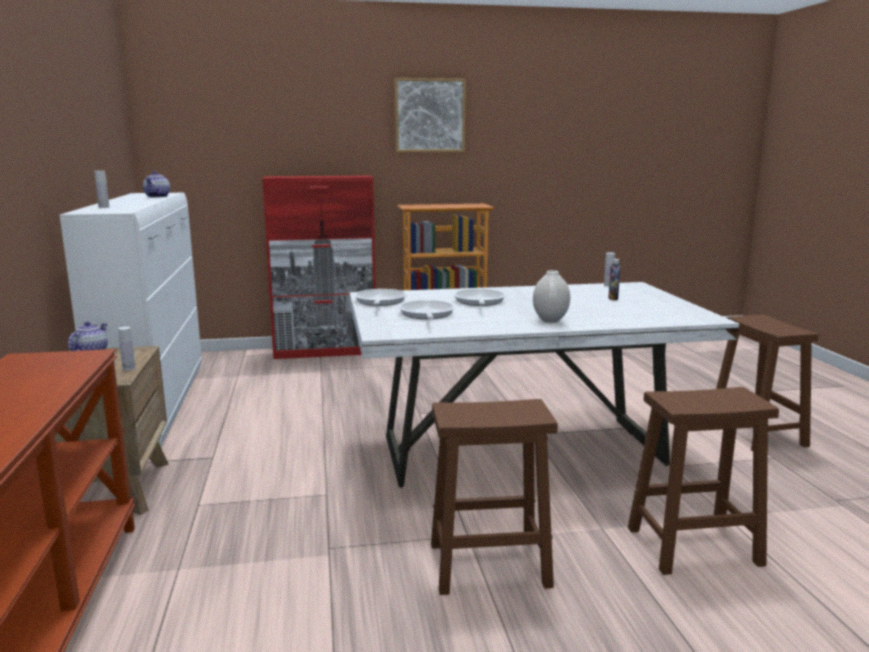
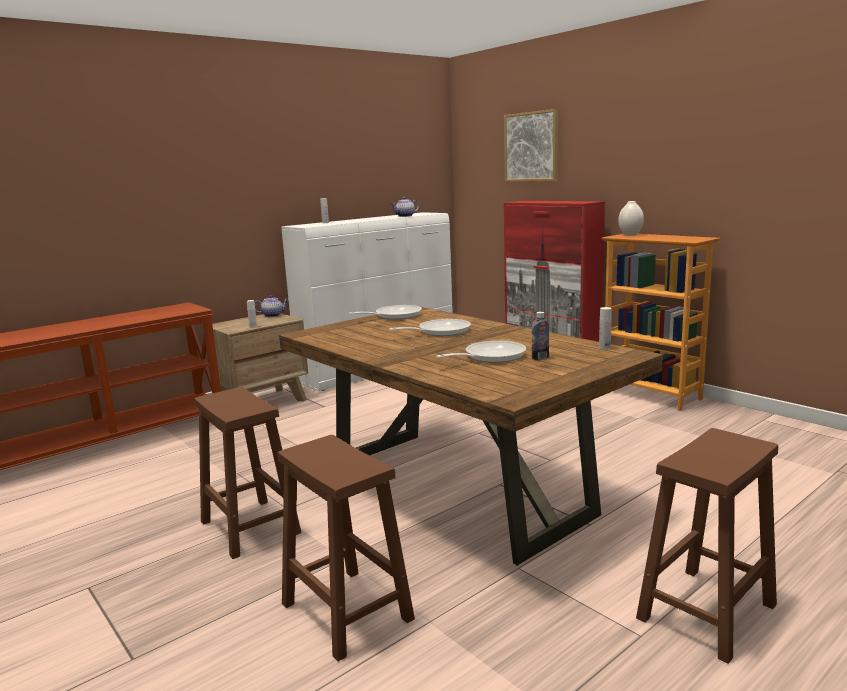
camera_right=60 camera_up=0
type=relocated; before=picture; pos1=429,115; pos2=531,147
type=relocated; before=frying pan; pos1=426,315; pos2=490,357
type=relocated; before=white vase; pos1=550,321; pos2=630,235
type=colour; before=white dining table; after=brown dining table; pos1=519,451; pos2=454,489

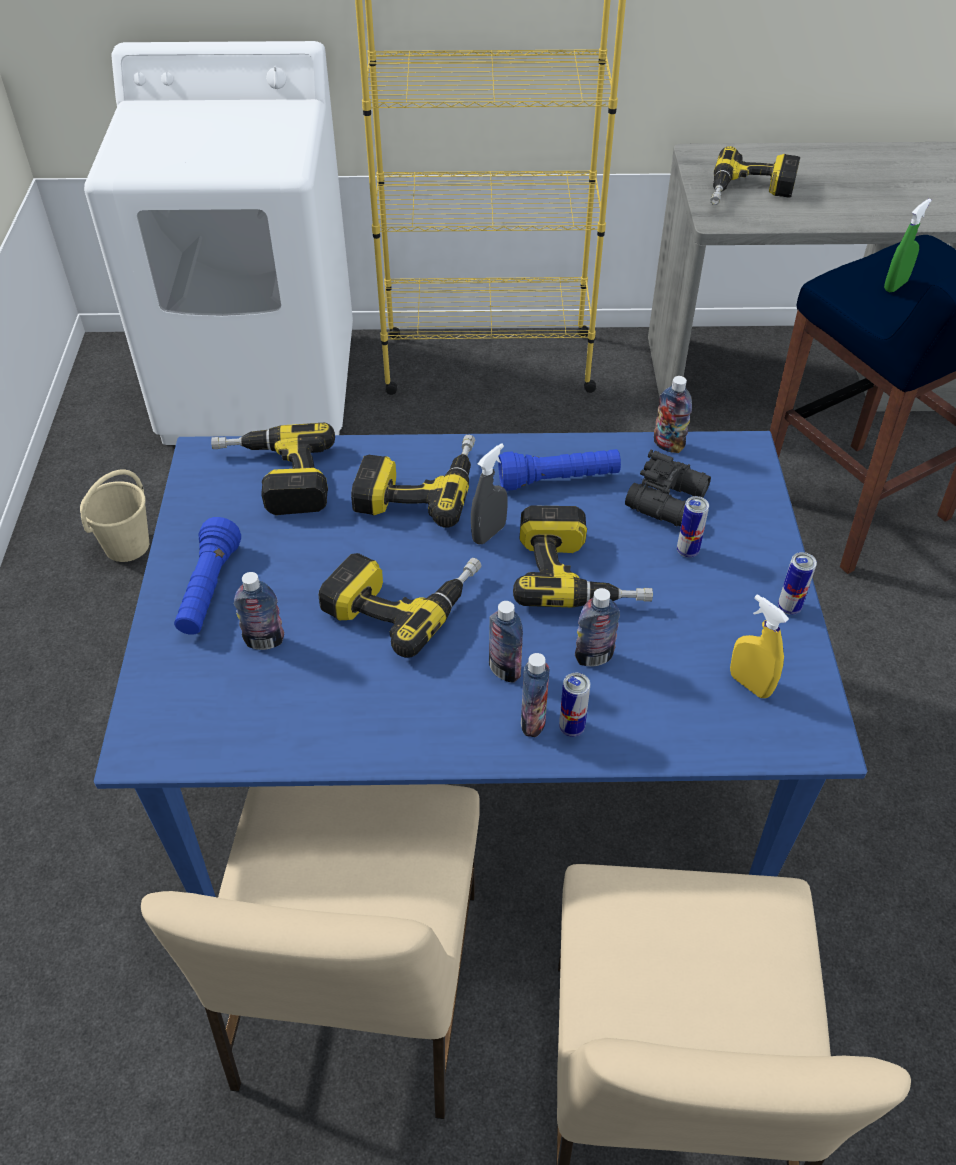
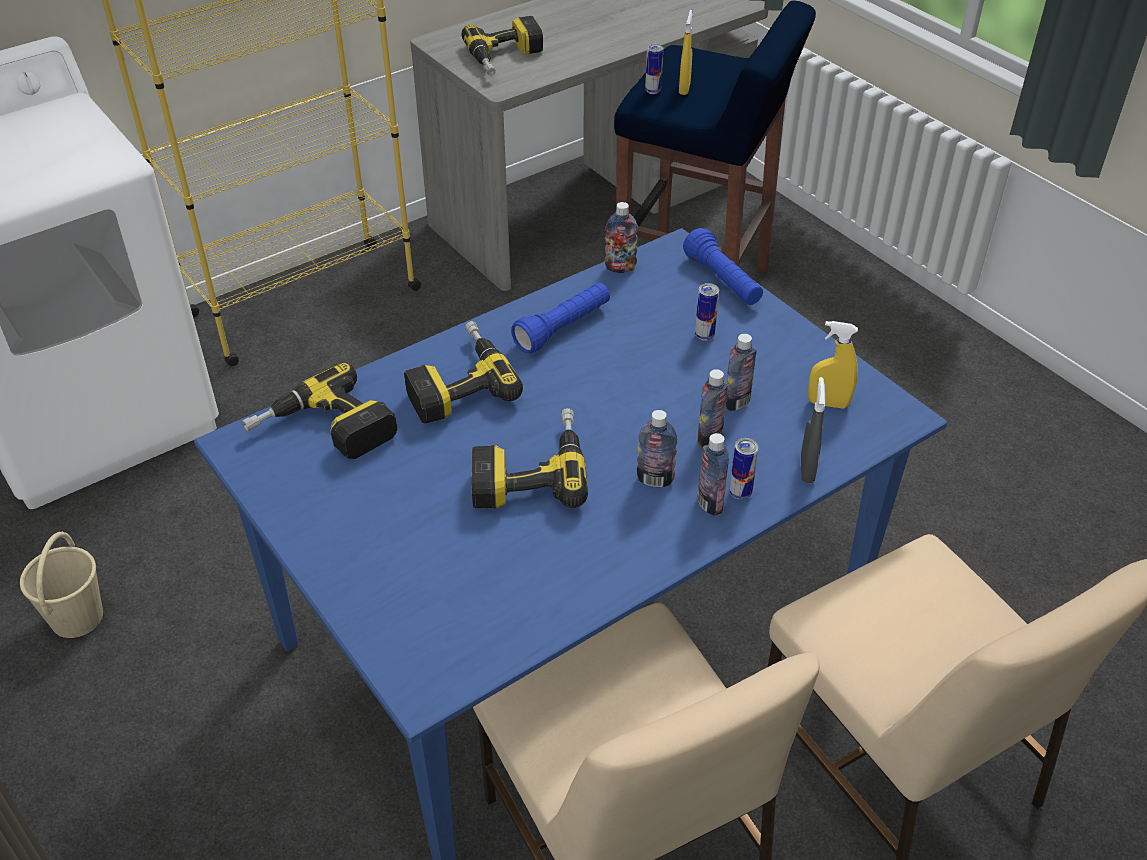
camera_right=-35 camera_up=-5
type=missing; before=power drill; pos1=579,573
type=missing; before=black binoculars; pos1=669,500
type=relocated; before=blue flashlight; pos1=209,590; pos2=723,281
type=relocated; before=bottle; pos1=264,641; pos2=737,402
type=relocated; before=grey spray bottle; pos1=489,533; pos2=807,470
type=relocated; before=can; pos1=789,607; pos2=653,91
type=colour; before=green spray bottle; after=yellow spray bottle; pos1=895,285; pos2=684,88

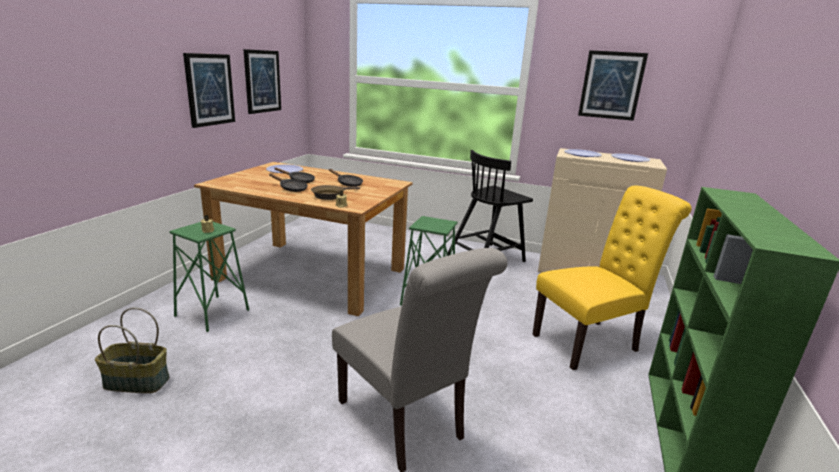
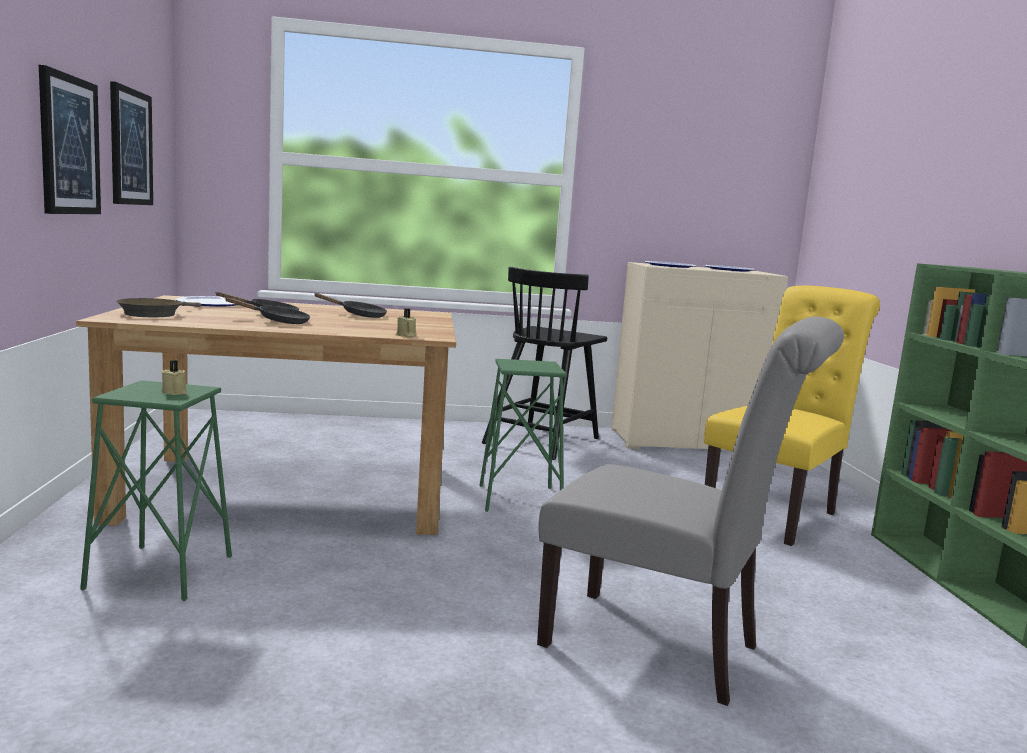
camera_right=-25 camera_up=-10
type=missing; before=basket; pos1=135,382
type=missing; before=picture; pos1=611,85
type=relocated; before=brown frying pan; pos1=330,195; pos2=154,314

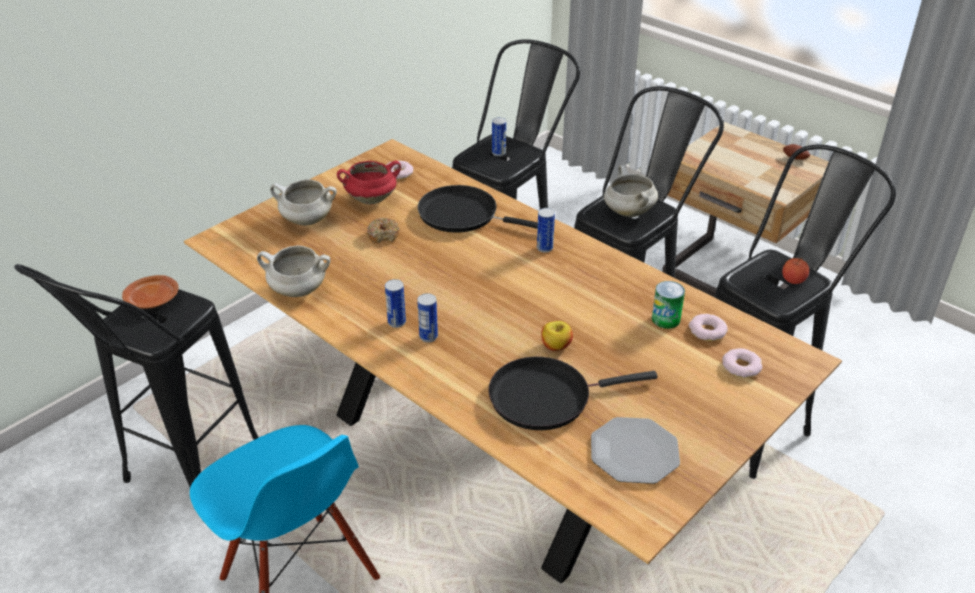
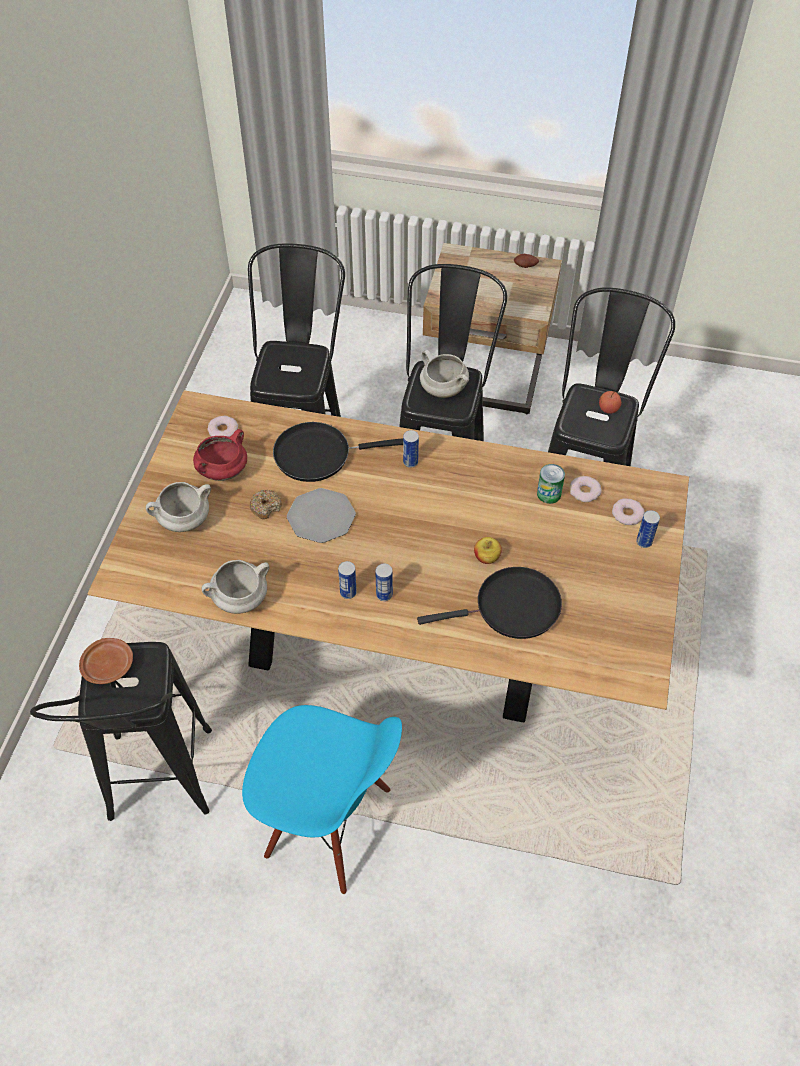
camera_right=-30 camera_up=15
type=relocated; before=can; pos1=498,153; pos2=644,542
type=relocated; before=plate; pos1=634,452; pos2=321,517
type=spun; before=black frying pan; pos1=546,397; pos2=512,608; turn=-150

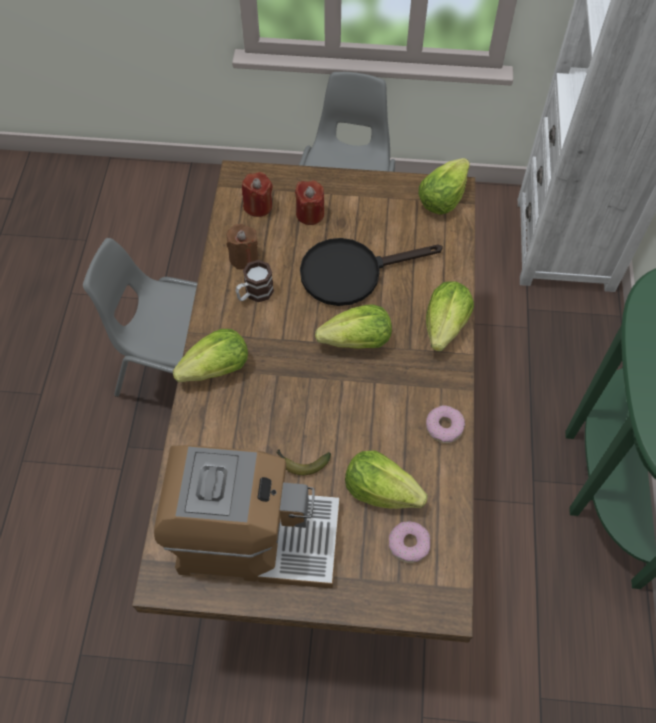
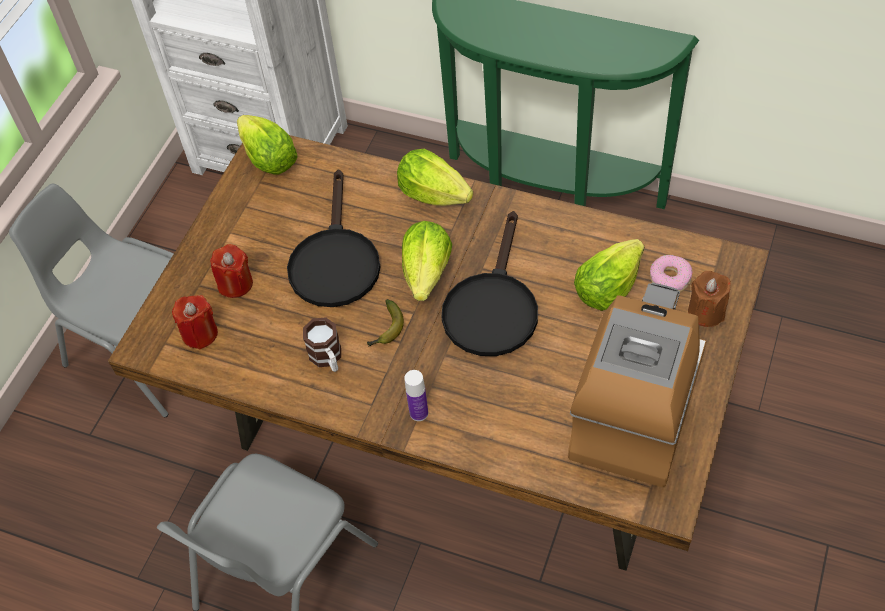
camera_right=-70 camera_up=-5
type=missing; before=donut; pos1=444,427
type=appeared; after=black frying pan; pos2=492,306
type=relocated; before=brown candle; pos1=244,258; pos2=706,312
type=relocated; before=banana; pos1=301,462; pos2=386,329
type=exchanged; before=lettuce; after=bottle; pos1=217,369; pos2=419,413

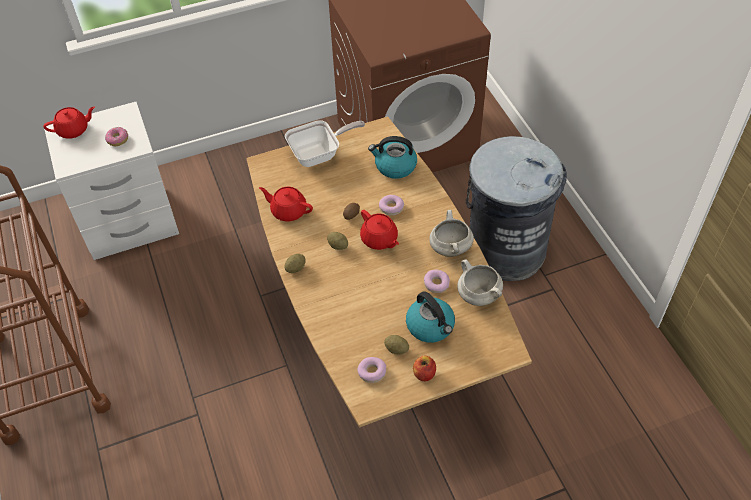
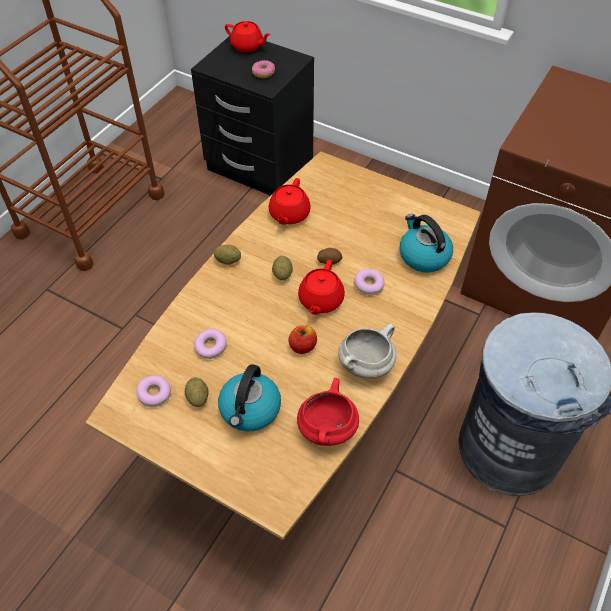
camera_right=50 camera_up=0
type=missing; before=frying pan; pos1=319,154
type=relocated; before=apple; pos1=424,374; pos2=302,346
type=relocated; before=donut; pos1=436,284; pos2=211,347
type=colour; before=white nightstand; after=black nightstand; pos1=130,224; pos2=259,166
type=colour; before=white cooking pot; after=red cooking pot; pos1=478,295; pos2=326,428
type=spun; before=red teapot; pos1=288,210; pos2=289,214; turn=-150

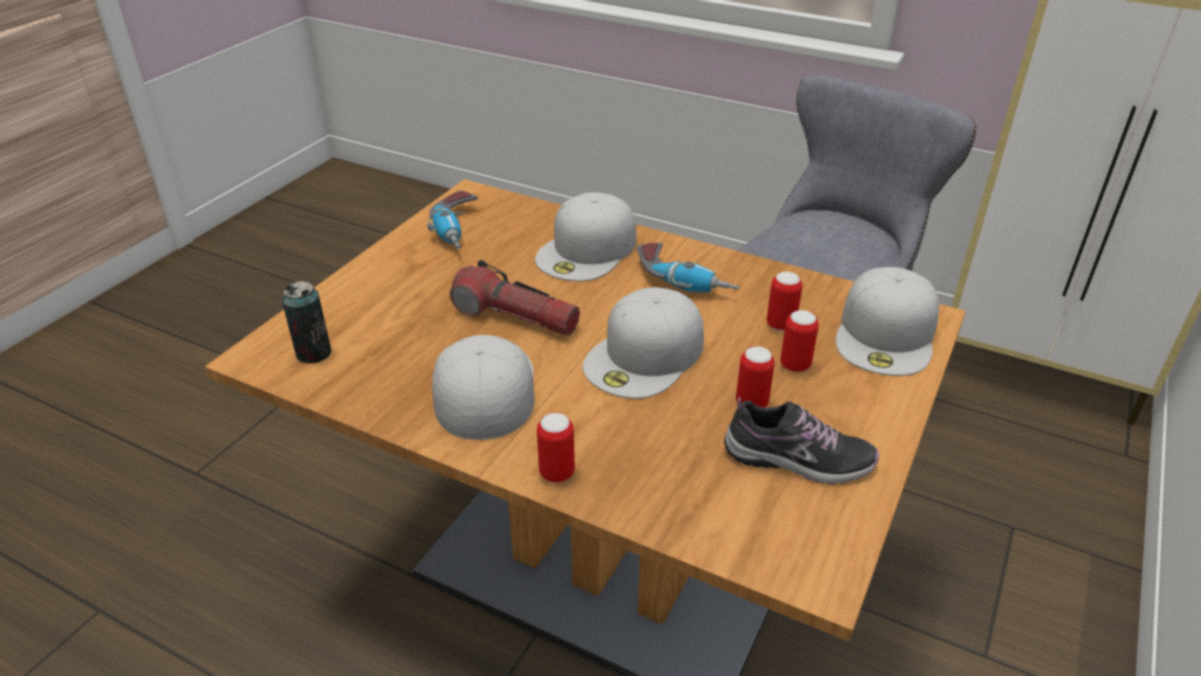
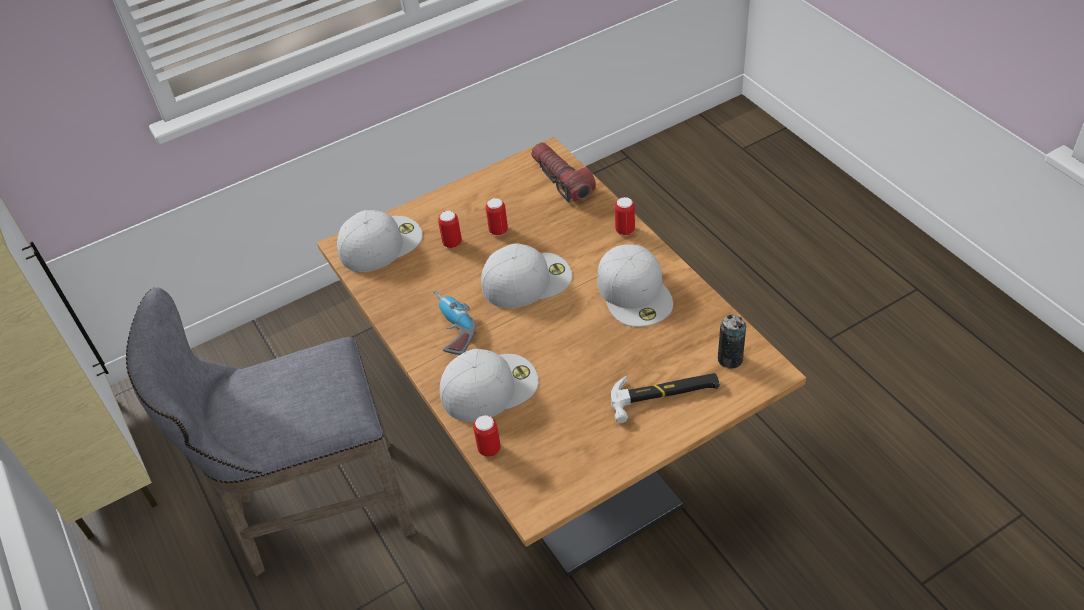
camera_right=-145 camera_up=10
type=missing; before=power drill; pos1=458,231
type=missing; before=shoe; pos1=798,459
type=appeared; after=hammer; pos2=664,395
type=relocated; before=flashlight; pos1=515,316; pos2=562,180
type=relocated; before=can; pos1=780,325; pos2=489,449
type=spun; before=white cap; pos1=483,388; pos2=635,292; turn=-45

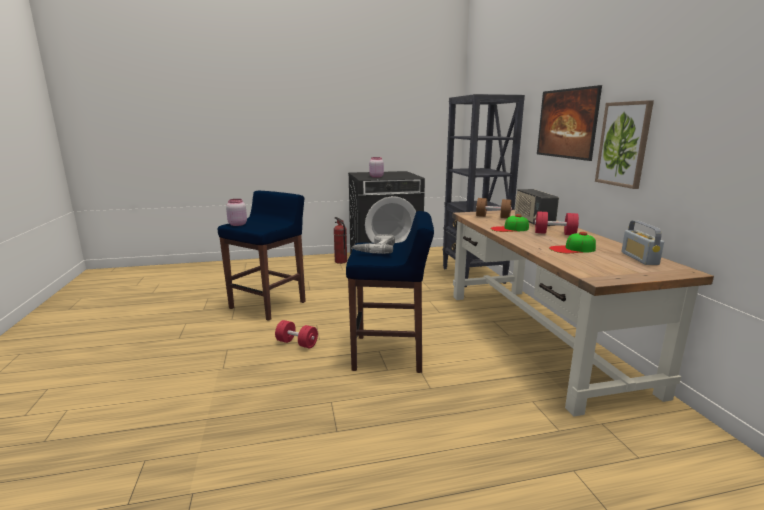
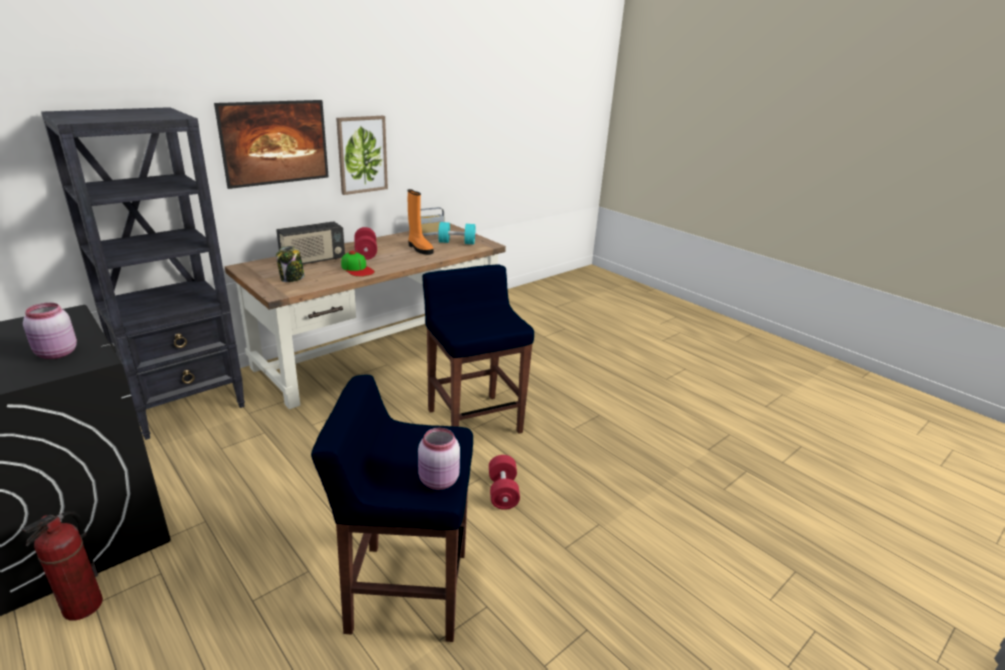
camera_right=-120 camera_up=10
type=missing; before=power drill; pos1=375,249
type=appeared; after=turquoise dumbbell; pos2=457,242
type=exchanged; before=brown dumbbell; after=jar; pos1=493,217; pos2=292,278
type=exchanged; before=cap; after=orange boot; pos1=572,249; pos2=419,248

